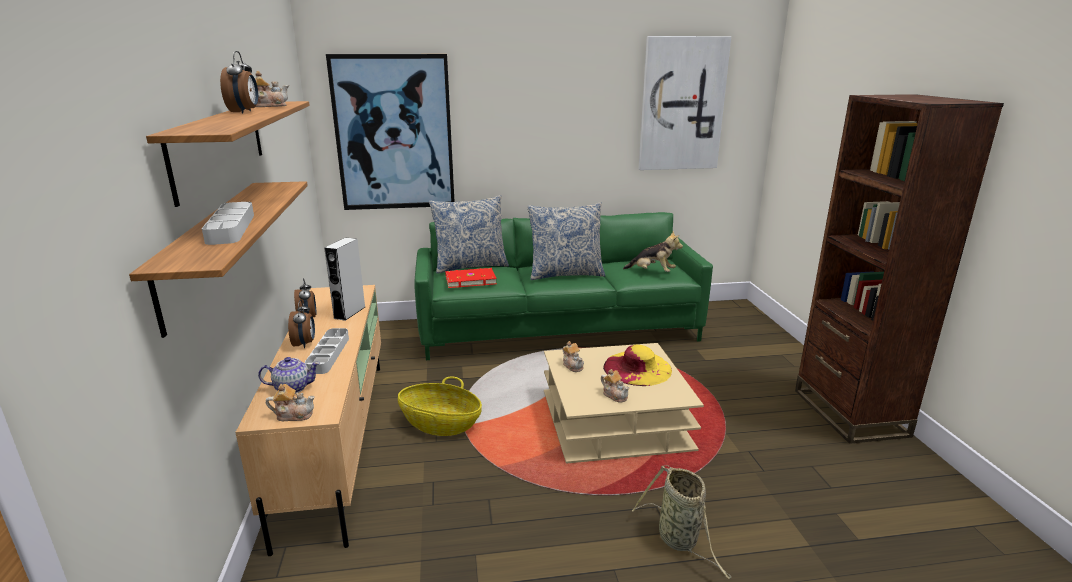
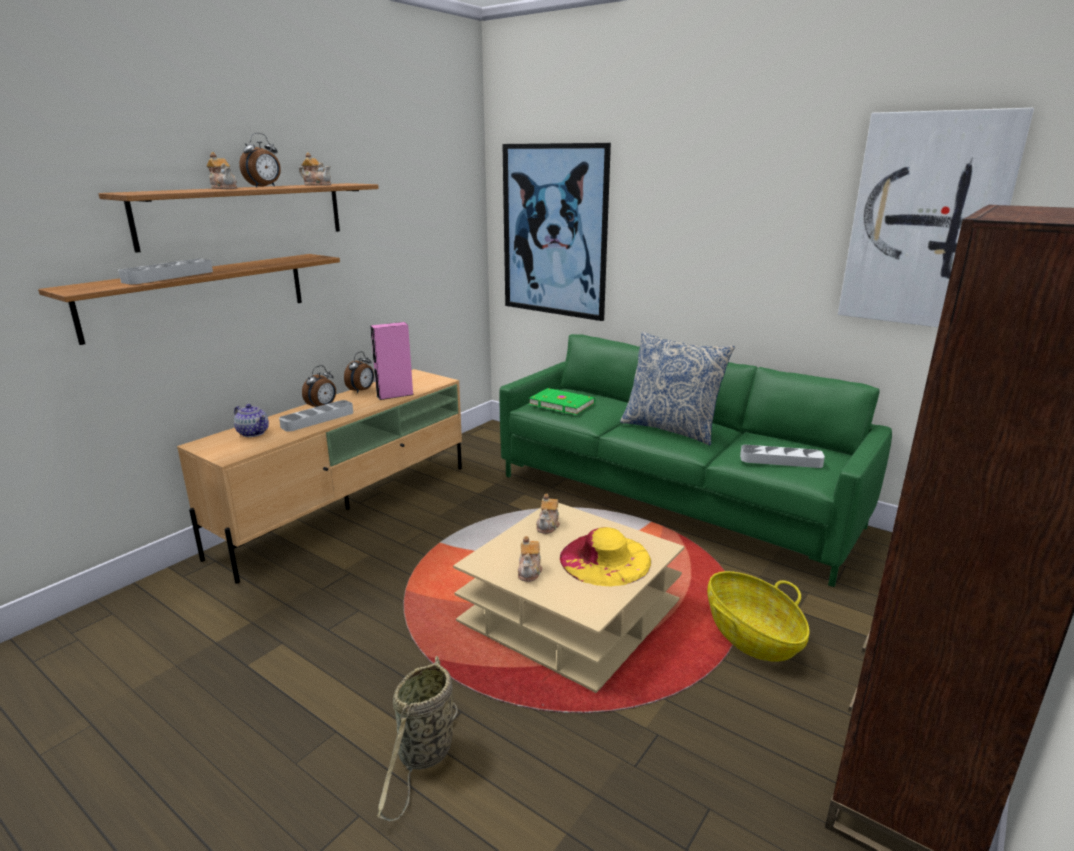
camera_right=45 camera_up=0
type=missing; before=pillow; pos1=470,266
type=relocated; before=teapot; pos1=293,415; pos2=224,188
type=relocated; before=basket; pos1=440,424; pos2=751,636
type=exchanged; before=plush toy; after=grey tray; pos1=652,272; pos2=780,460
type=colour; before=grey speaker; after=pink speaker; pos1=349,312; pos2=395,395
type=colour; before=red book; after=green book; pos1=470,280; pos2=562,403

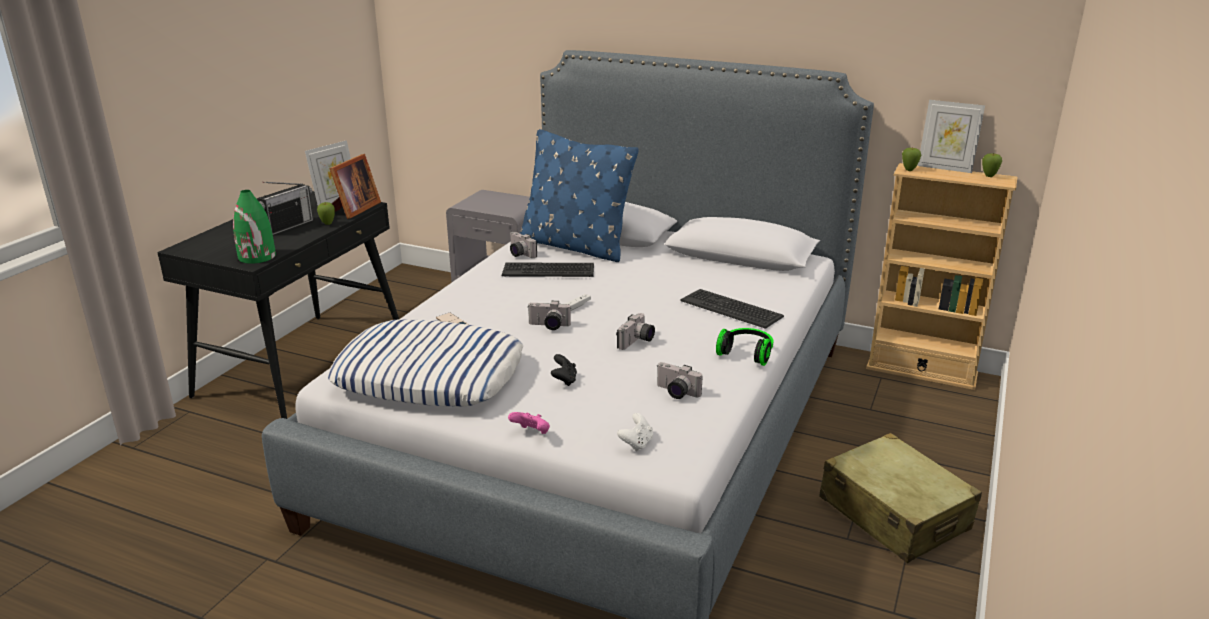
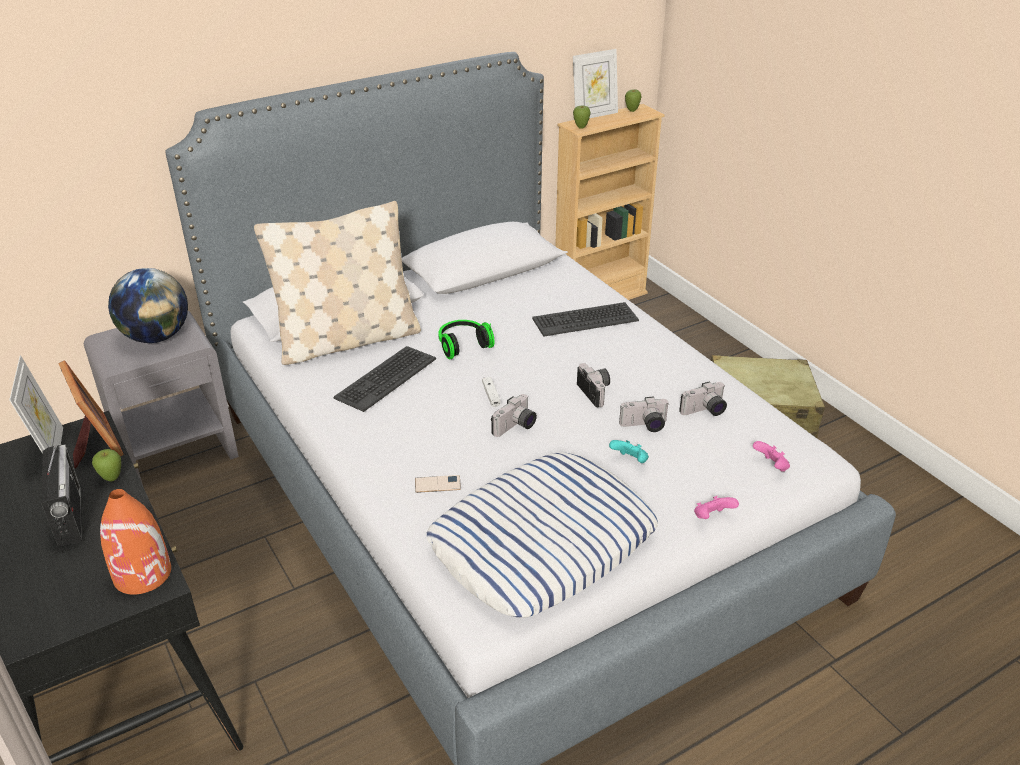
camera_right=-55 camera_up=10
type=appeared; after=globe; pos2=156,336
type=relocated; before=photo camera; pos1=519,254; pos2=644,426
type=relocated; before=headphones; pos1=747,353; pos2=463,345
type=colour; before=green vase; after=orange vase; pos1=257,257; pos2=143,573
type=colour; before=blue pillow; after=beige pillow; pos1=575,246; pos2=347,340
type=colour; before=black game controller; after=turquoise game controller; pos1=564,380; pos2=630,461
type=colour; before=white game controller; after=pink game controller; pos1=636,443; pos2=771,466

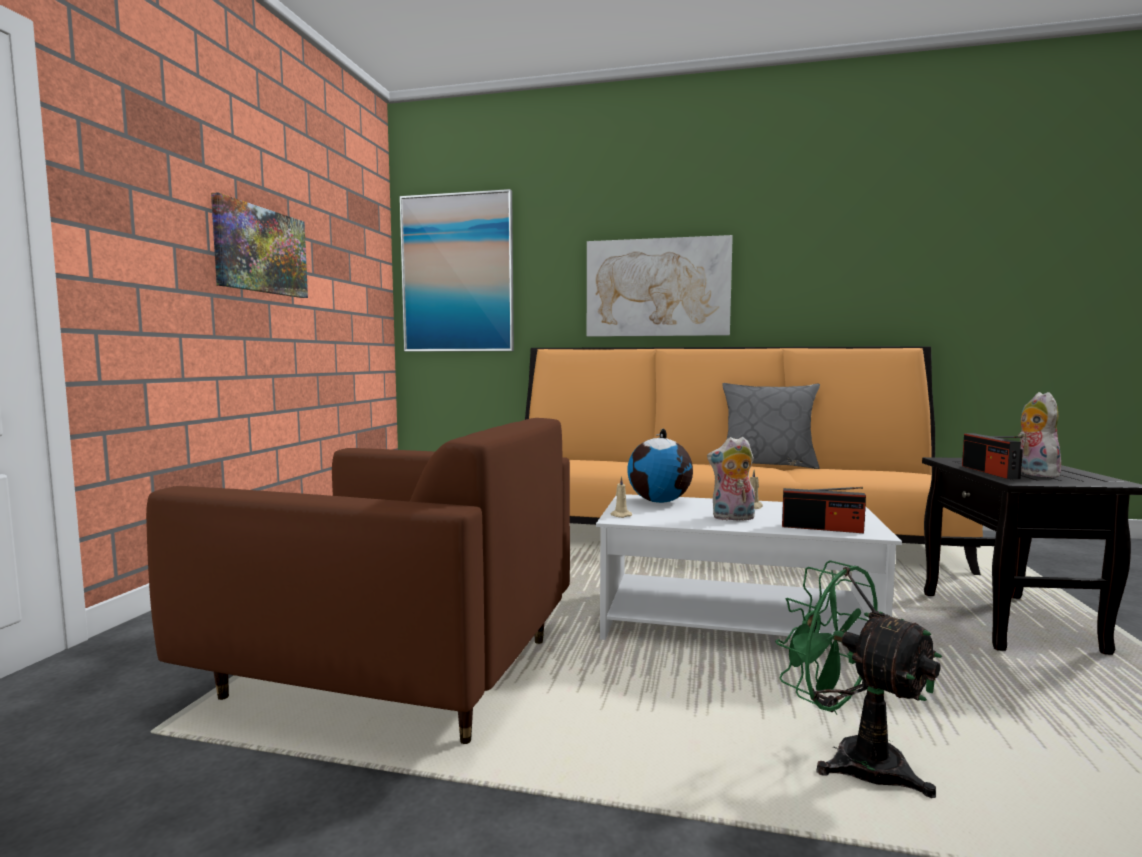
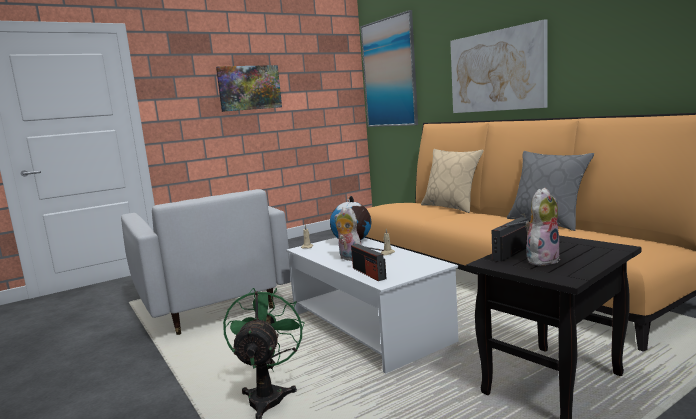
camera_right=45 camera_up=5
type=appeared; after=beige pillow; pos2=451,207
type=colour; before=brown armchair; after=white armchair; pos1=395,669; pos2=211,303

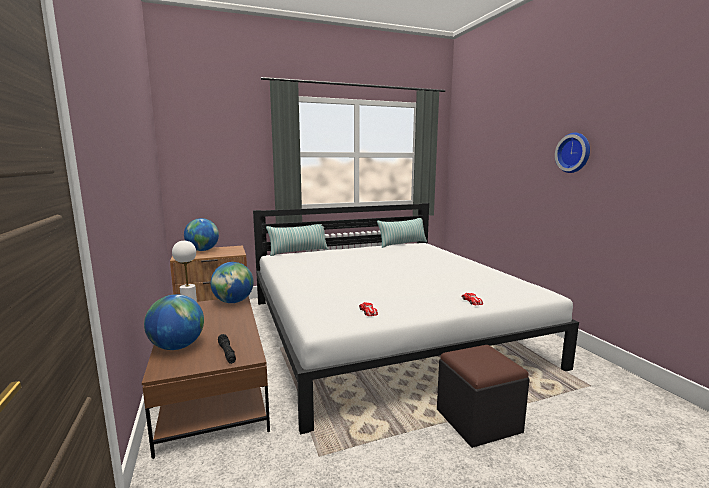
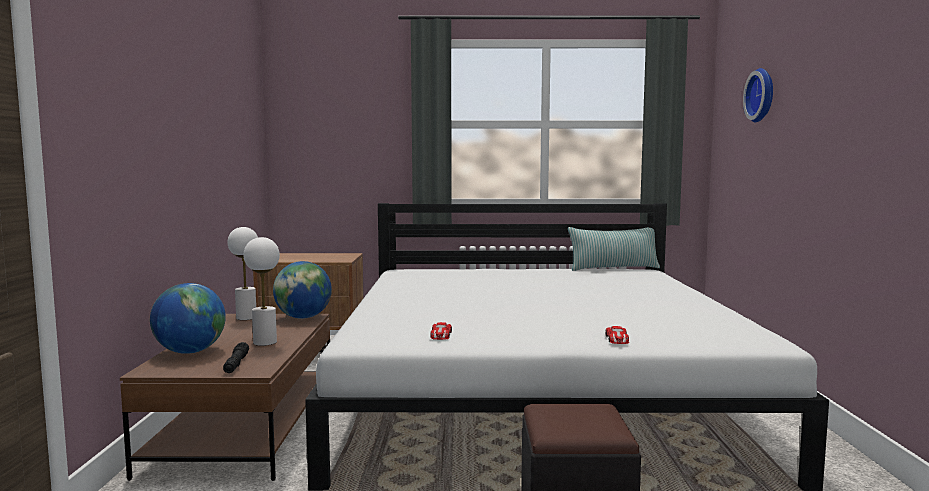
camera_right=20 camera_up=-5
type=missing; before=globe; pos1=202,250
type=missing; before=pillow; pos1=298,251
type=appeared; after=white table lamp; pos2=265,342
type=relocated; before=wall clock; pos1=574,153; pos2=762,95

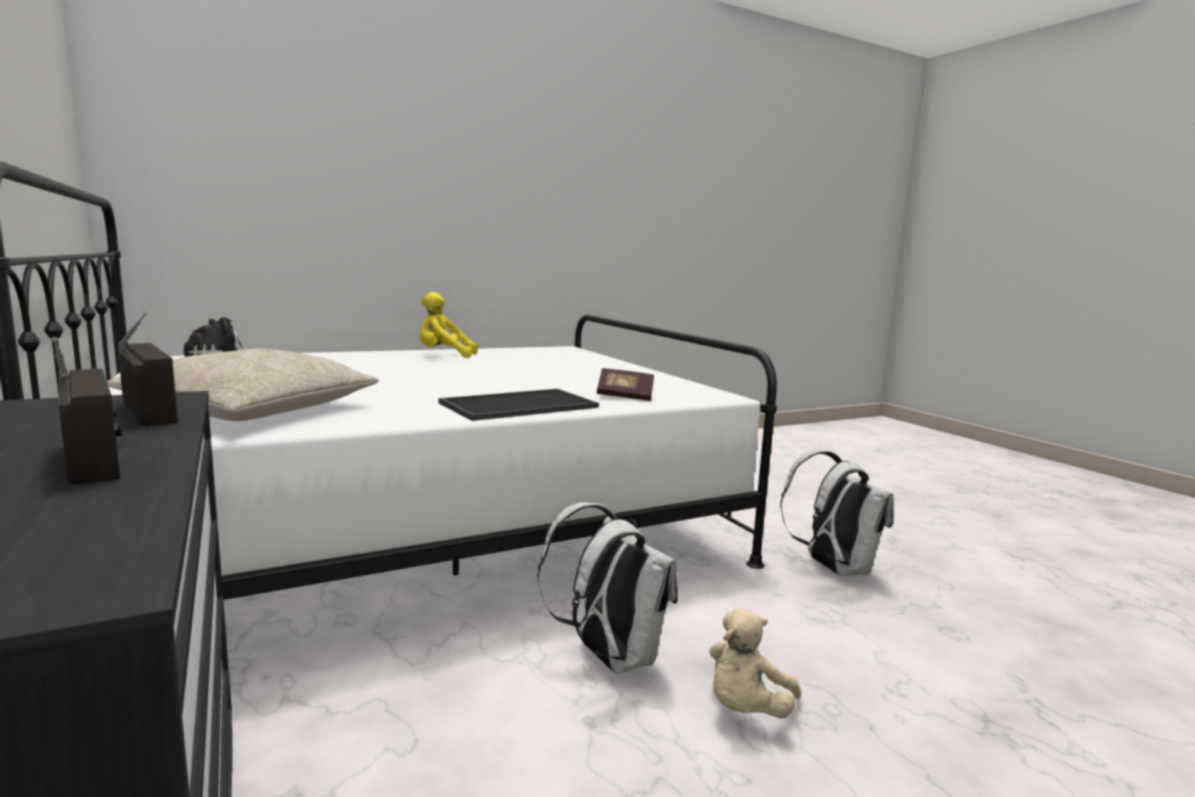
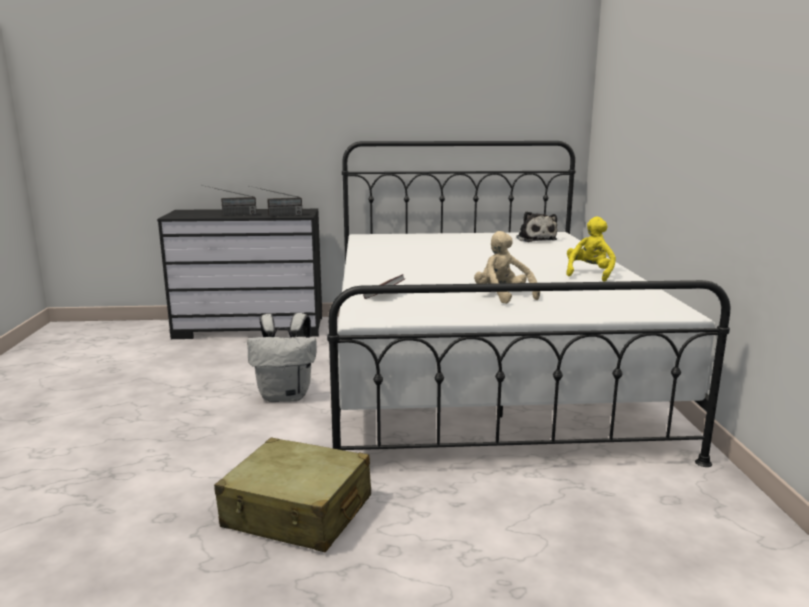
camera_right=115 camera_up=5
type=missing; before=beige pillow; pos1=253,409
type=missing; before=tray; pos1=518,406
type=relocated; before=beige plush toy; pos1=746,709; pos2=503,296
type=exchanged; before=white backpack; after=beige suitcase; pos1=832,568; pos2=298,512

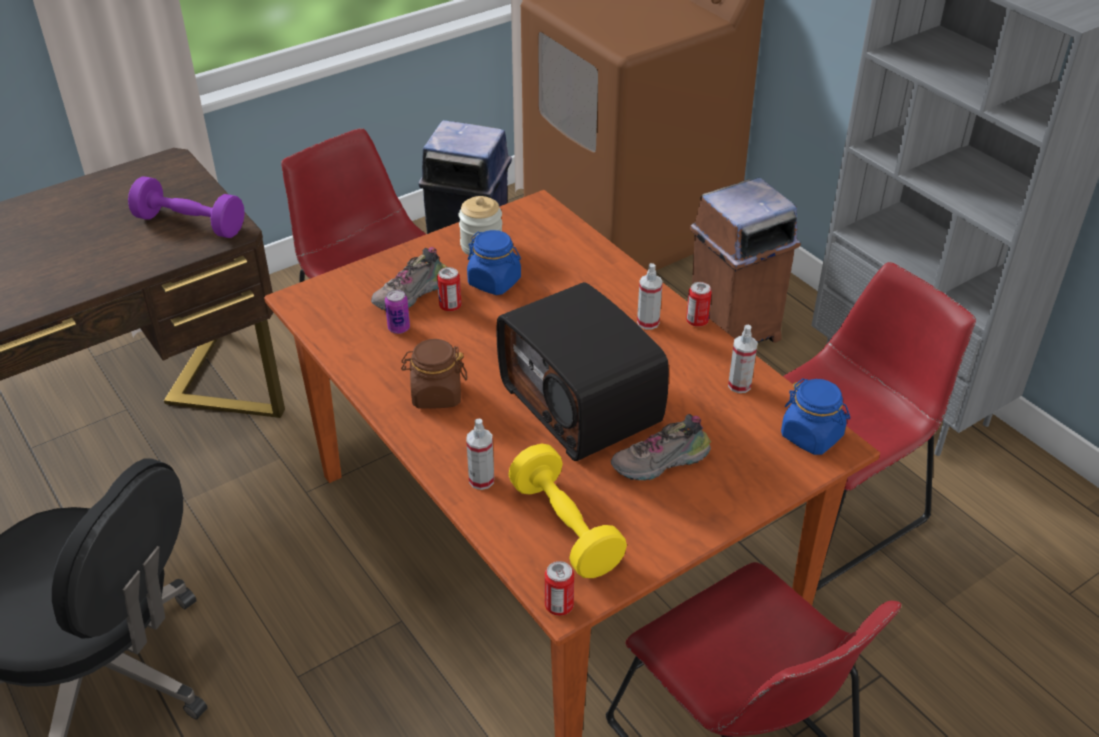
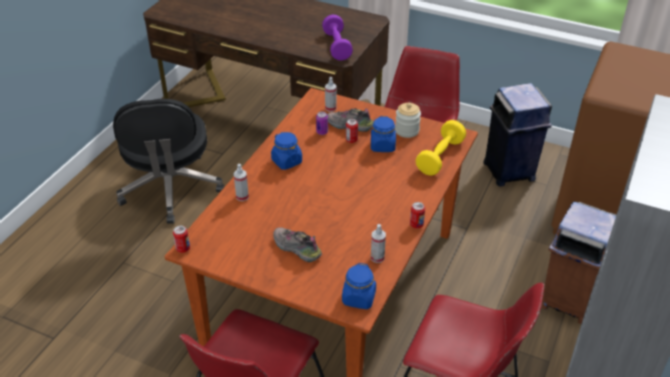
camera_right=60 camera_up=0
type=missing; before=radio; pos1=583,403
type=relocated; before=yellow dumbbell; pos1=565,527; pos2=440,157
type=relocated; before=spray bottle; pos1=648,322; pos2=330,108
type=colour; before=brown jar; after=blue jar; pos1=436,395; pos2=286,161

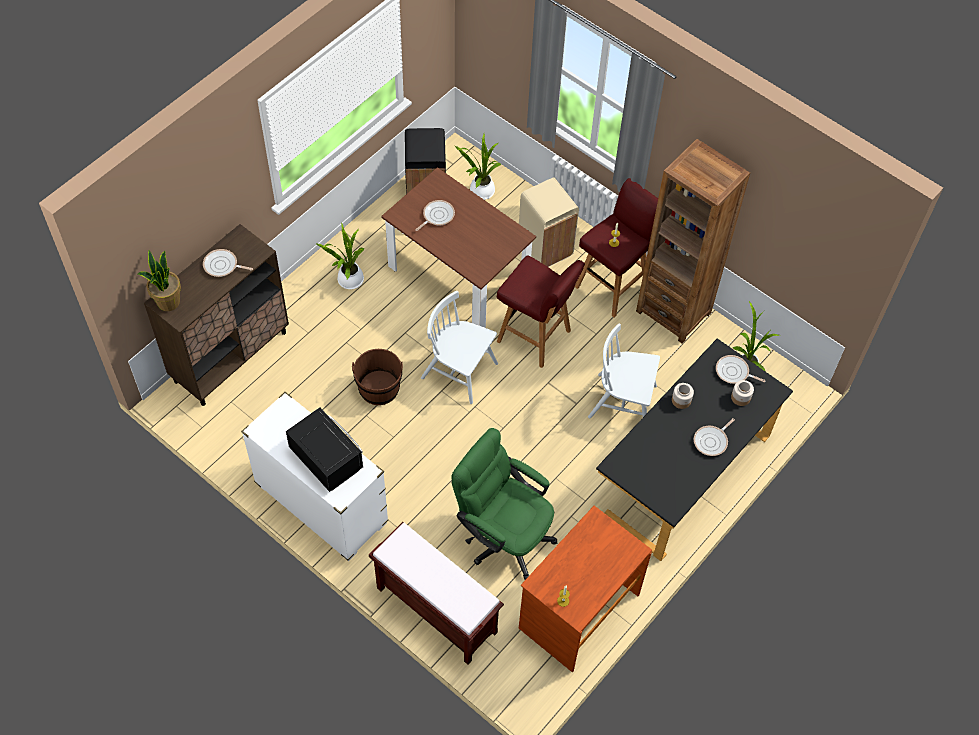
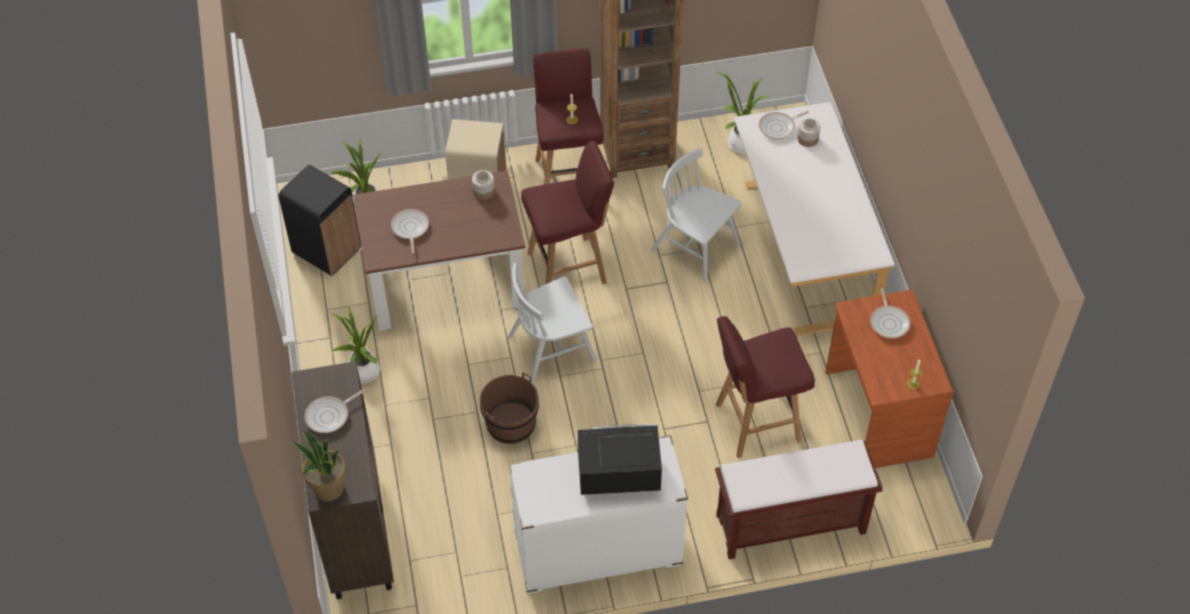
camera_right=-50 camera_up=-5
type=relocated; before=jar; pos1=681,400; pos2=484,191
type=relocated; before=frying pan; pos1=712,441; pos2=889,322
type=exchanged; before=green office chair; after=red stool; pos1=503,535; pos2=755,423
type=colour; before=black desk; after=white desk; pos1=683,471; pos2=802,250
type=spun; before=white chair; pos1=623,402; pos2=696,247; turn=75

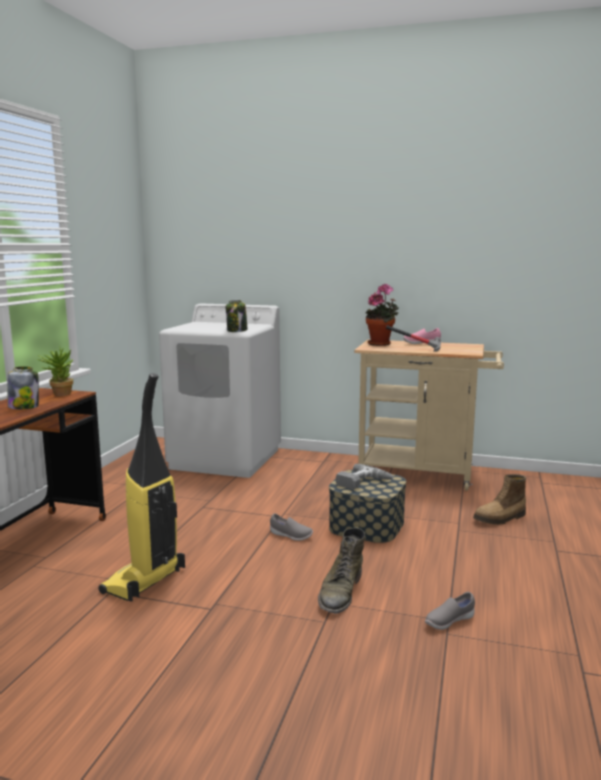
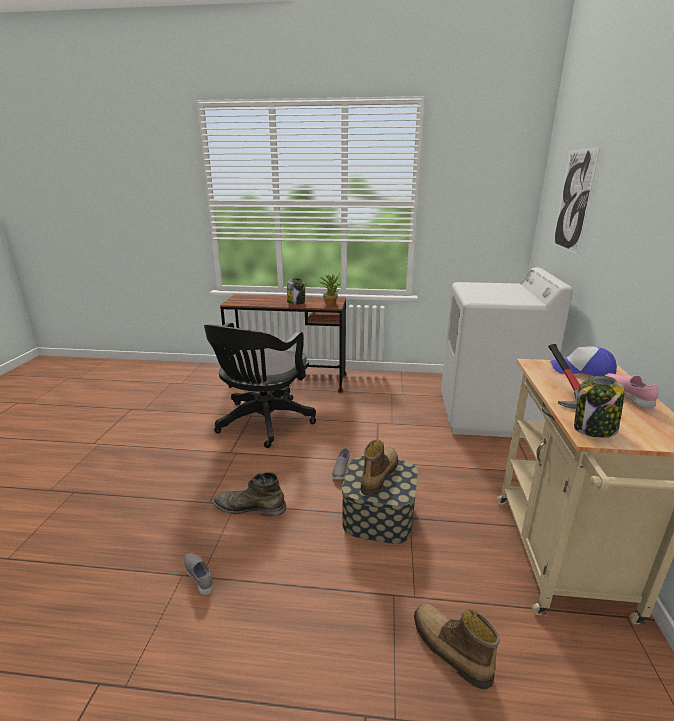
camera_right=80 camera_up=10
type=appeared; after=picture; pos2=573,201
type=relocated; before=jar; pos1=237,331; pos2=594,429
type=exchanged; before=vacuum cleaner; after=black office chair; pos1=144,581; pos2=262,423
type=exchanged; before=power drill; after=boot; pos1=364,483; pos2=378,476
type=exchanged; before=potted plant; after=cap; pos1=381,344; pos2=582,371

